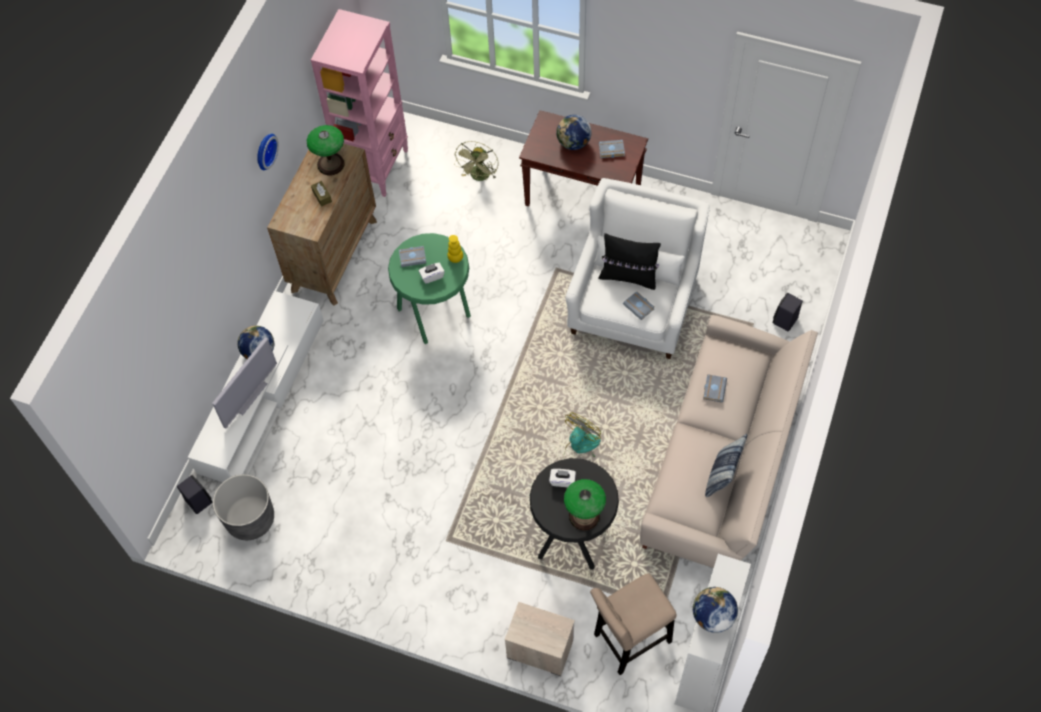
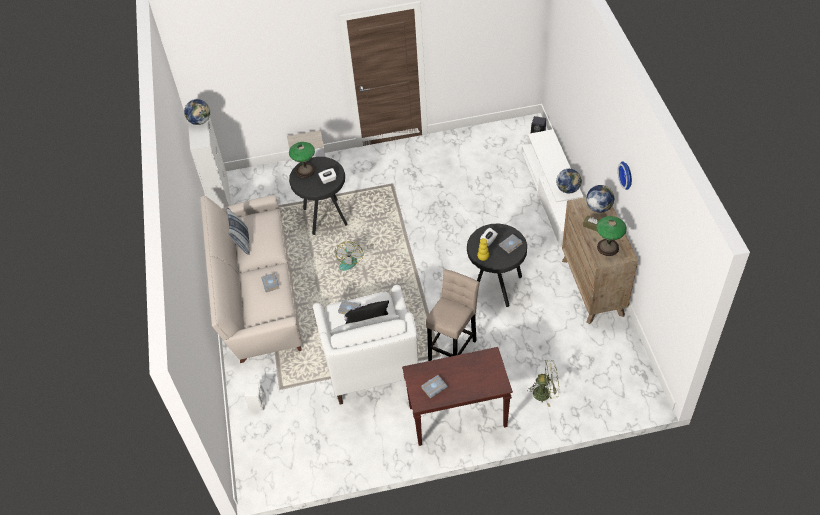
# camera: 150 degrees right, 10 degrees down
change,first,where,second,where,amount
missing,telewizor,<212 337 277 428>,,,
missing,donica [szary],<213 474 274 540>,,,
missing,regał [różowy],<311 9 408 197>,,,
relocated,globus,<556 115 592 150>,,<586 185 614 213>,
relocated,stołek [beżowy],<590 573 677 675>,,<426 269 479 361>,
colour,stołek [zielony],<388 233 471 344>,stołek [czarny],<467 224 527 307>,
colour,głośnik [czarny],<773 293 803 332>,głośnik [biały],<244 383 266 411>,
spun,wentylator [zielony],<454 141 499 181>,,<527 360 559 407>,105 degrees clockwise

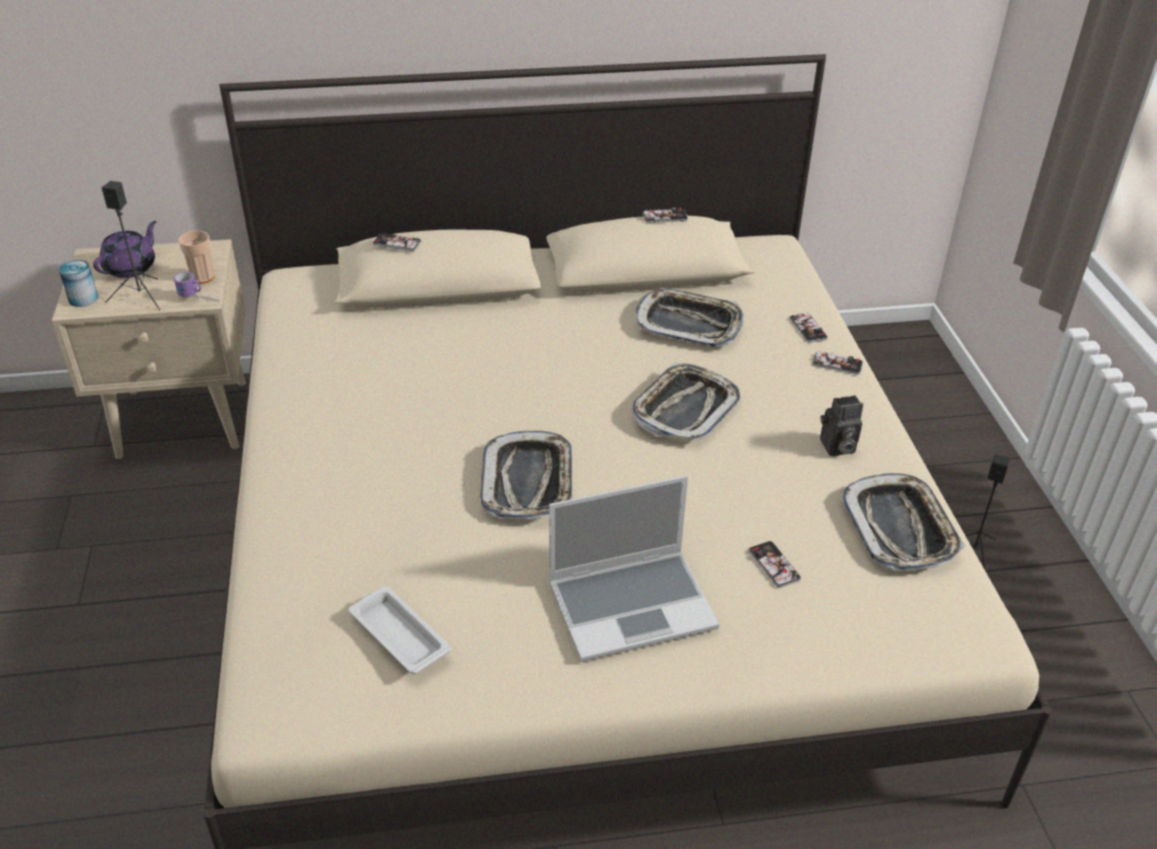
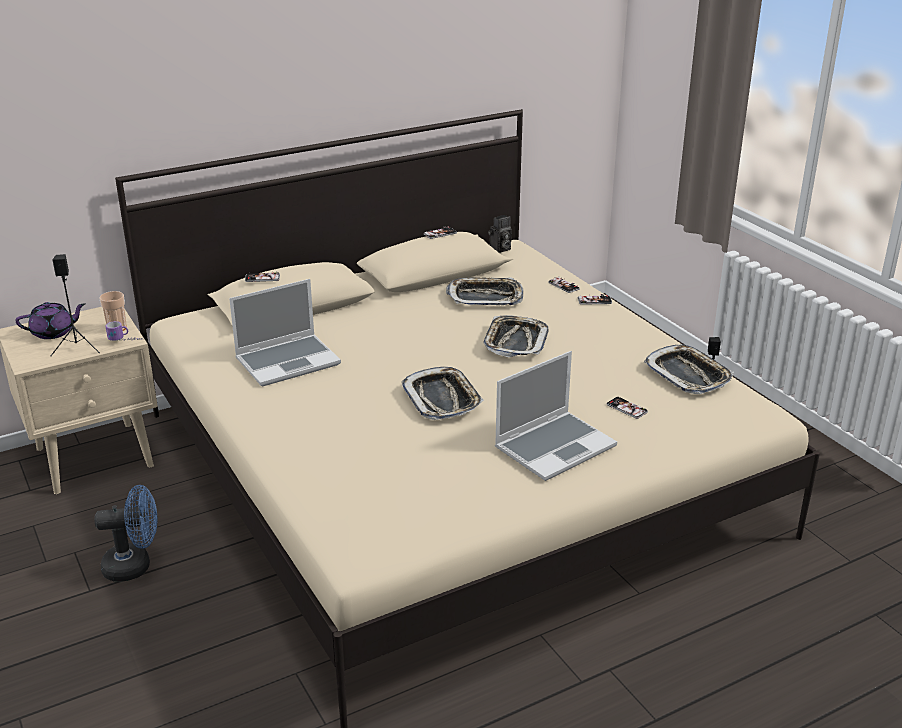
# camera: 20 degrees left, 10 degrees down
change,first,where,second,where,amount
missing,puszka,<59 260 98 307>,,,
missing,taca [biały],<349 586 451 674>,,,
appeared,,,wentylator [niebieski],<94 485 157 582>,
appeared,,,laptop,<229 279 341 386>,
relocated,aparat fotograficzny,<820 395 863 456>,,<488 215 512 253>,
spun,imbryk [fioletowy],<93 221 156 278>,,<15 302 85 339>,60 degrees clockwise

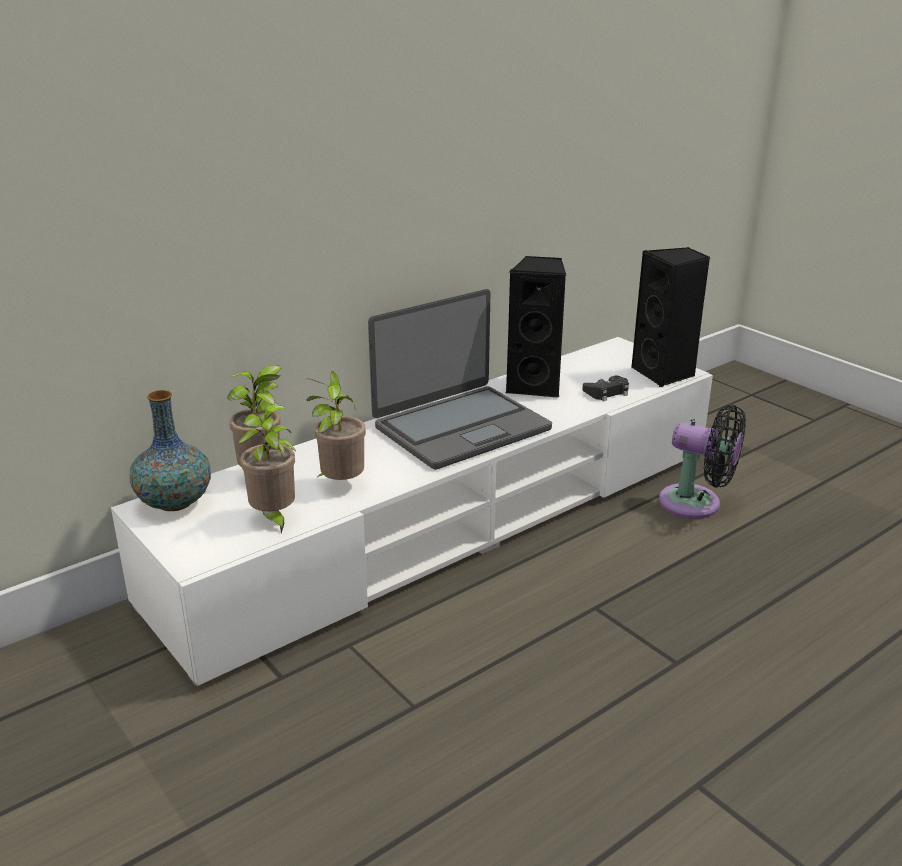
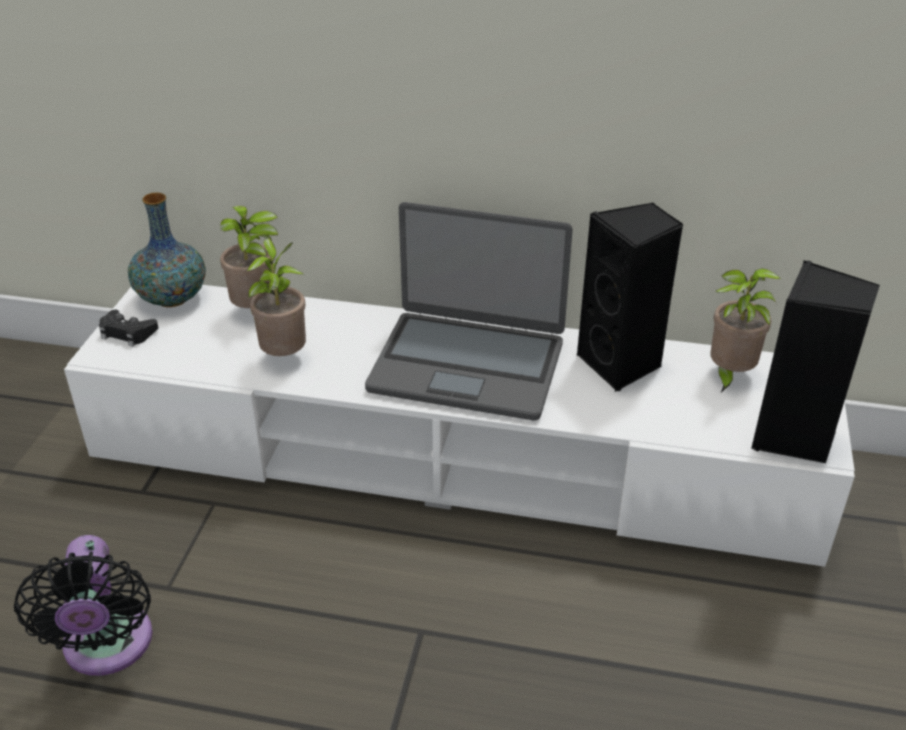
# camera: 50 degrees right, 10 degrees up
change,first,where,second,where,amount
relocated,roślina doniczkowa,<238 404 296 533>,,<710 268 781 394>,
relocated,pad do gier [czarny],<582 375 629 401>,,<99 310 158 347>,
relocated,wentylator [czarny],<659 405 746 519>,,<14 535 152 676>,

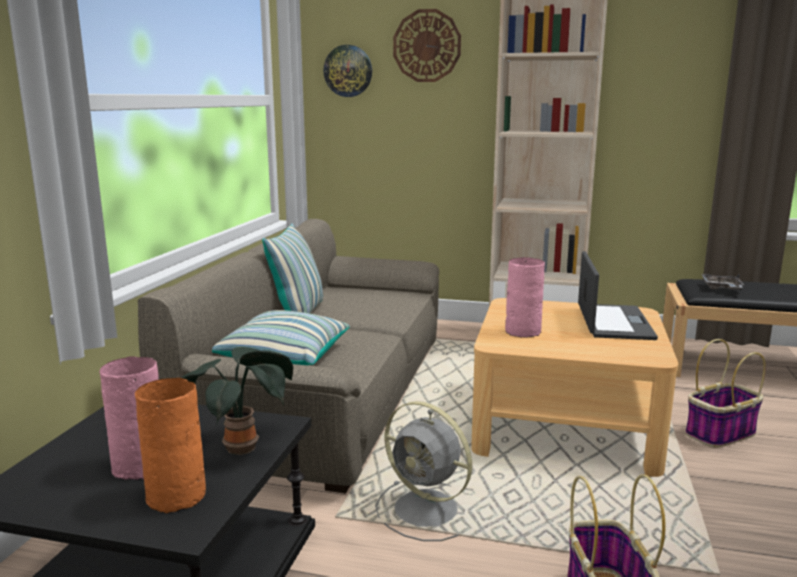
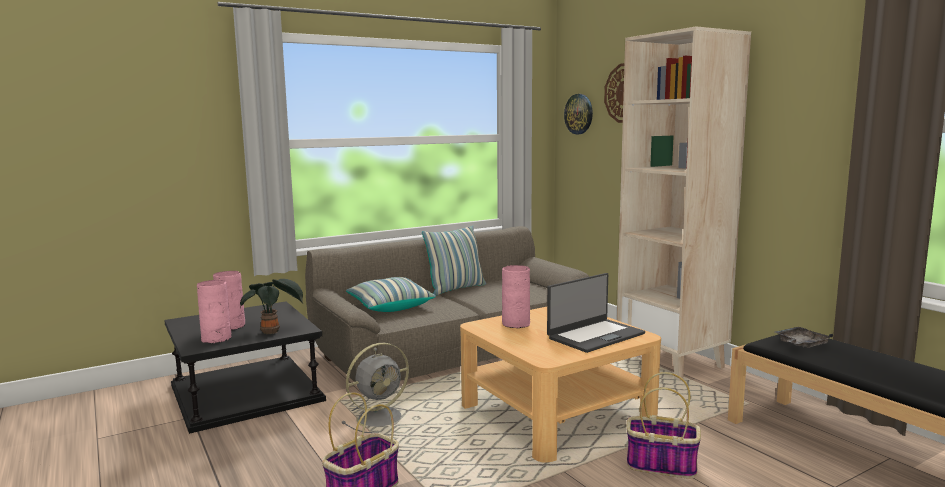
# camera: 45 degrees right, 5 degrees down
change,first,where,second,where,amount
colour,wazon [pomarańczowy],<135 378 206 513>,wazon [różowy],<197 280 231 344>,
spun,wentylator [szary],<375 401 472 541>,,<342 343 409 433>,120 degrees counterclockwise

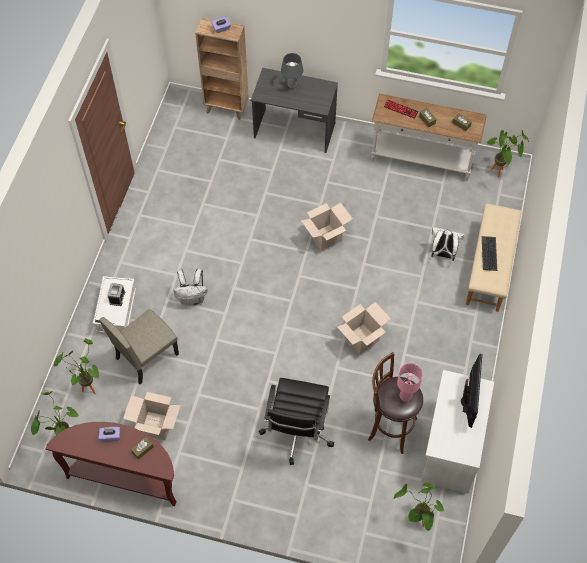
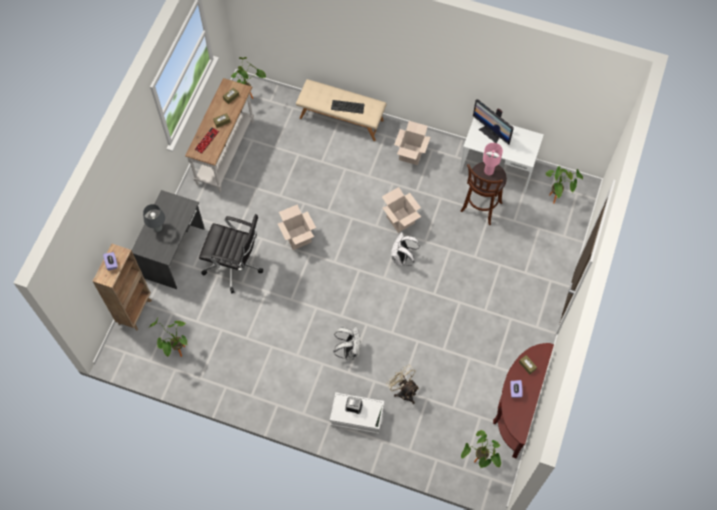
# camera: 85 degrees left, 5 degrees up
change,first,where,second,where,amount
relocated,roślina doniczkowa,<54 338 99 394>,,<149 318 187 357>,
relocated,karton,<123 392 181 441>,,<394 121 431 165>,
relocated,krzesło biurowe [czarny],<259 378 334 465>,,<199 214 263 294>,
relocated,plecak [biały],<431 227 464 261>,,<391 232 420 266>,
exchanged,krzesło [beżowy],<99 309 179 384>,wentylator [beżowy],<386 365 419 404>,
spun,monitor,<461 354 483 428>,,<473 99 514 145>,150 degrees counterclockwise

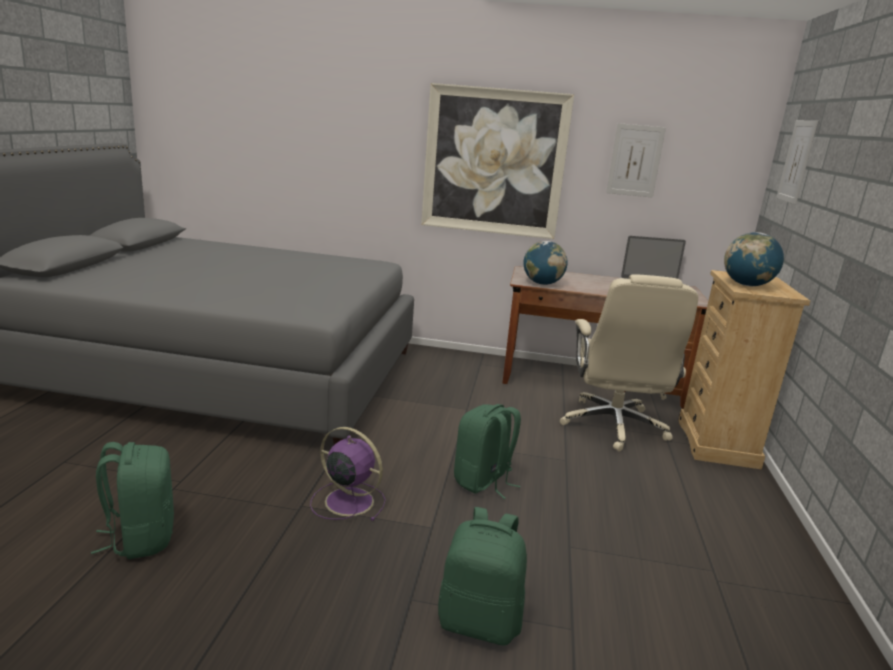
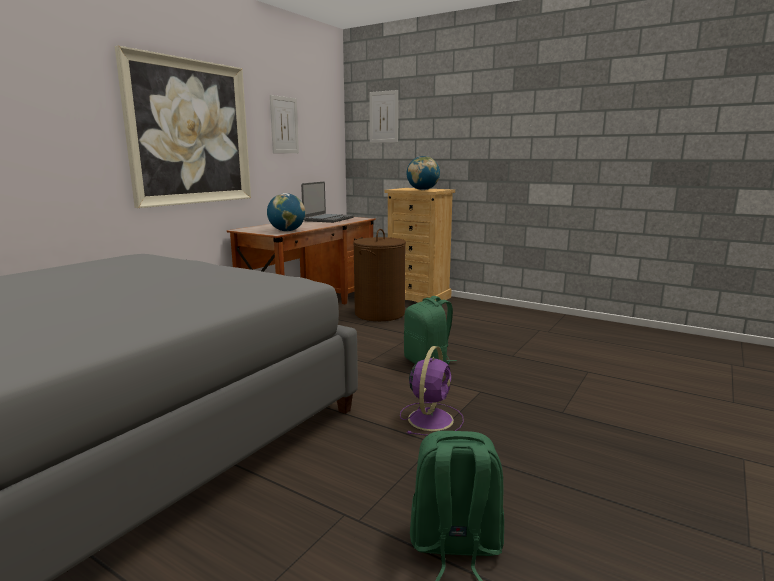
# camera: 65 degrees left, 5 degrees down
change,first,where,second,where,amount
missing,plecak [zielony],<438 507 527 646>,,,
exchanged,krzesło biurowe [beżowy],<560 274 698 451>,kosz na pranie [brązowy],<353 229 406 321>,
spun,wentylator [fioletowy],<310 427 386 521>,,<400 346 464 436>,150 degrees clockwise

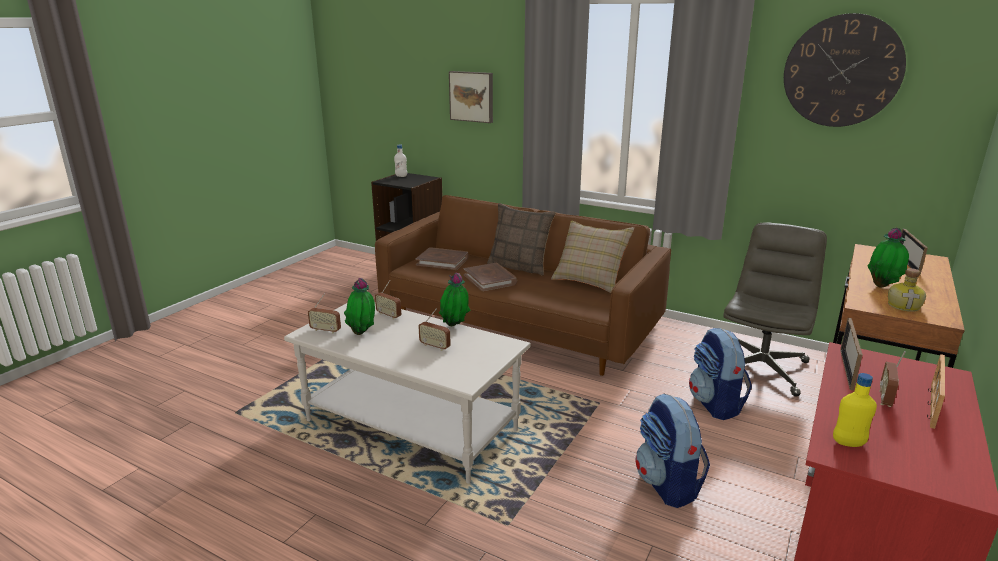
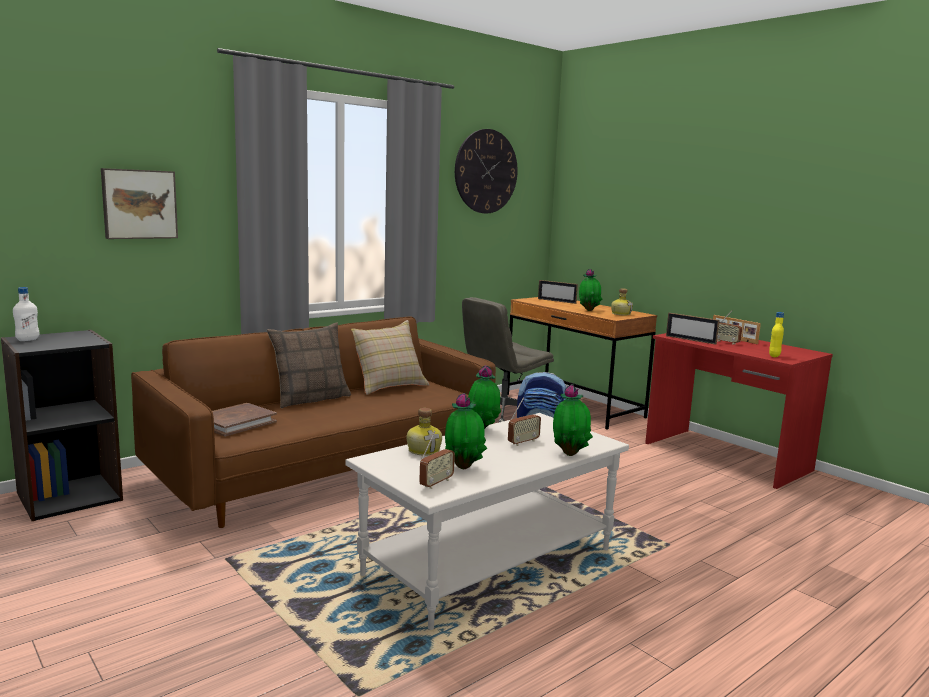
# camera: 70 degrees left, 10 degrees down
change,first,where,second,where,amount
missing,książka [brązowy],<463 263 518 291>,,,
missing,plecak,<635 394 710 508>,,,
appeared,,,roślina doniczkowa,<553 384 593 456>,
exchanged,radio,<375 280 401 319>,butelka,<407 408 442 455>,
spun,krzesło biurowe [szary],<723 222 827 397>,,<462 297 554 423>,90 degrees counterclockwise

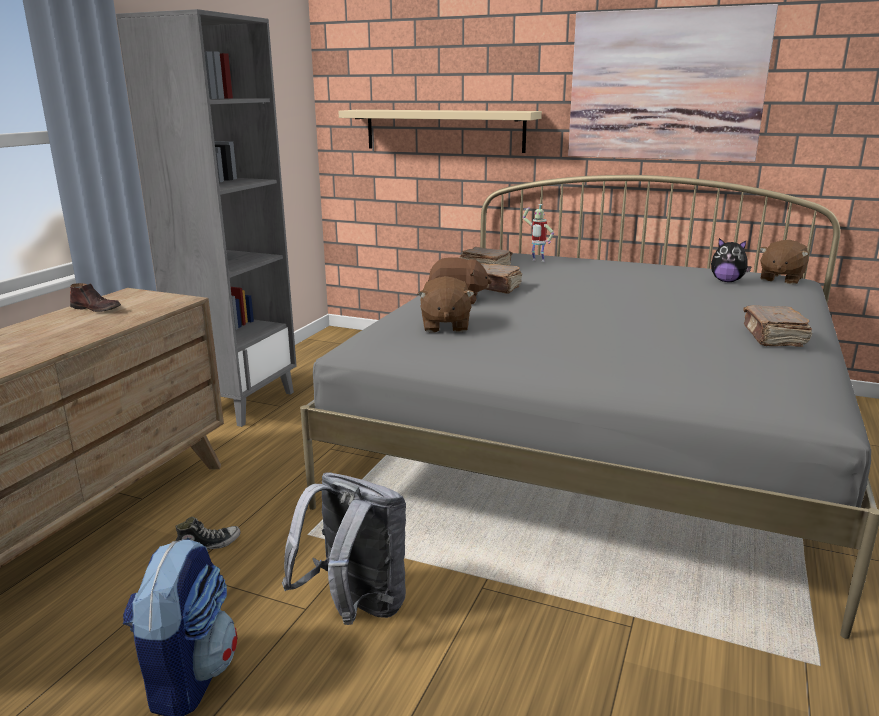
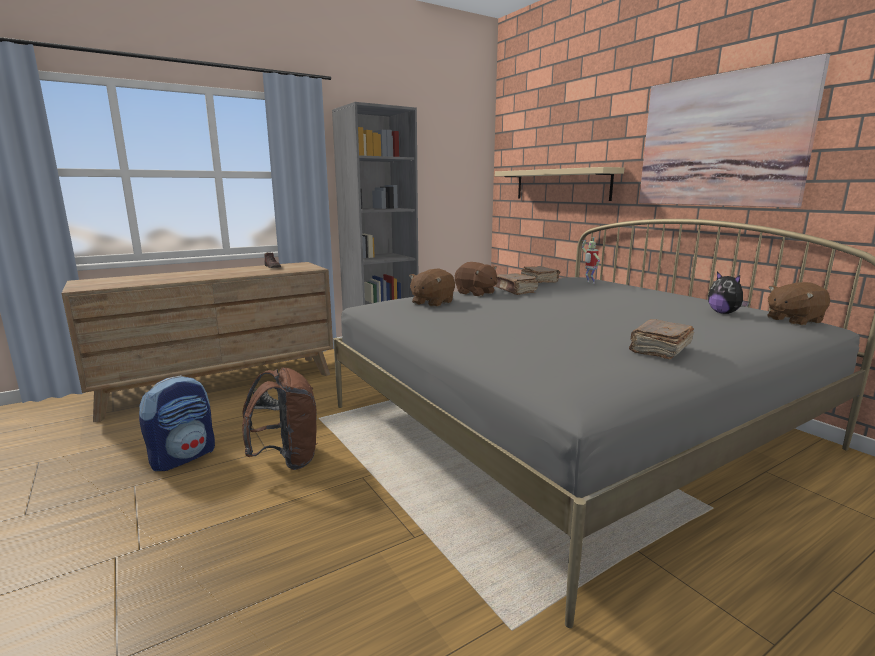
# camera: 35 degrees right, 5 degrees down
change,first,where,second,where,amount
colour,plecak [szary],<282 472 406 625>,plecak [brązowy],<242 367 317 470>,

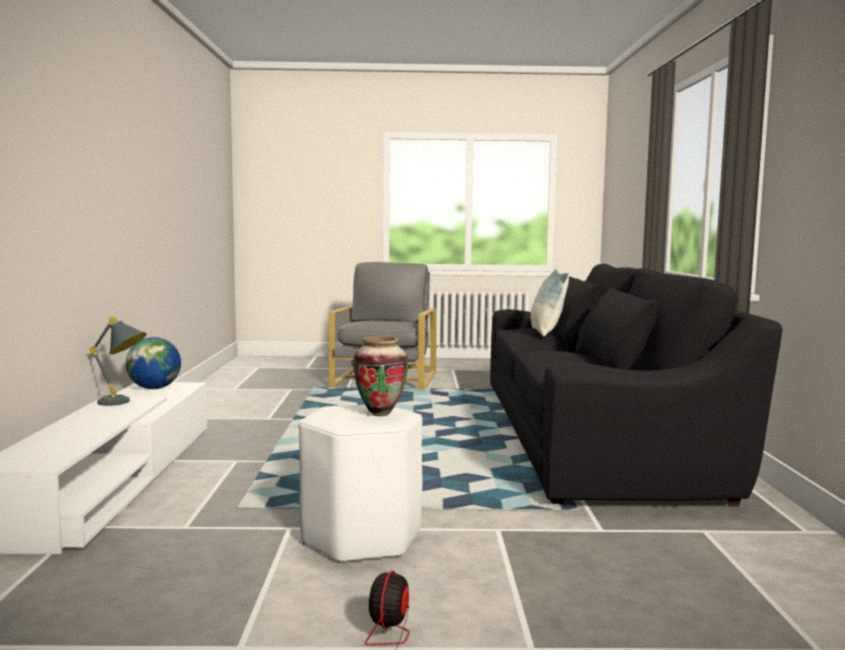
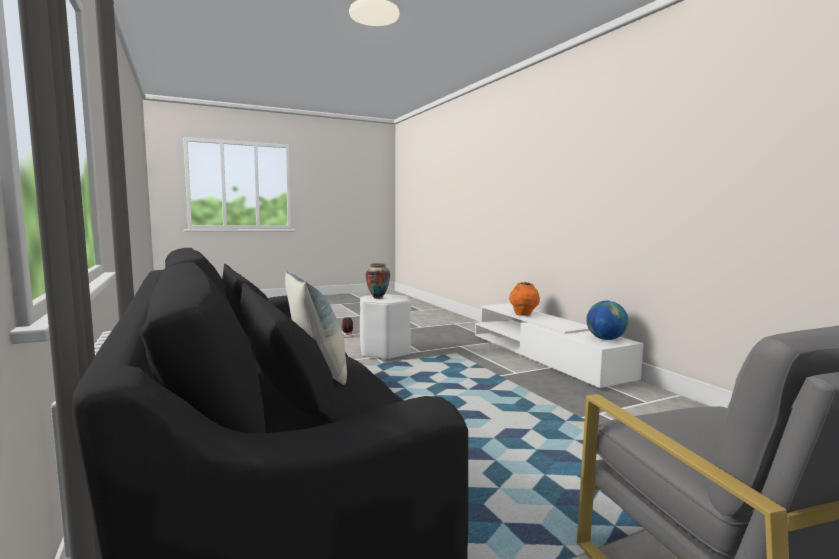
# camera: 155 degrees right, 0 degrees up
change,first,where,second,where,amount
missing,lampa stołowa [szary],<89 316 147 406>,,,
appeared,,,wazon [pomarańczowy],<509 282 540 316>,

